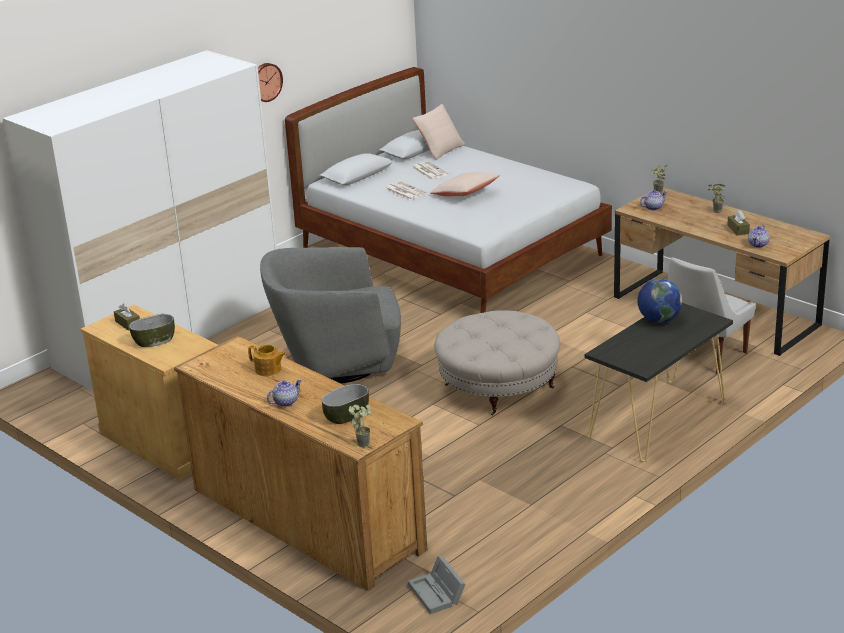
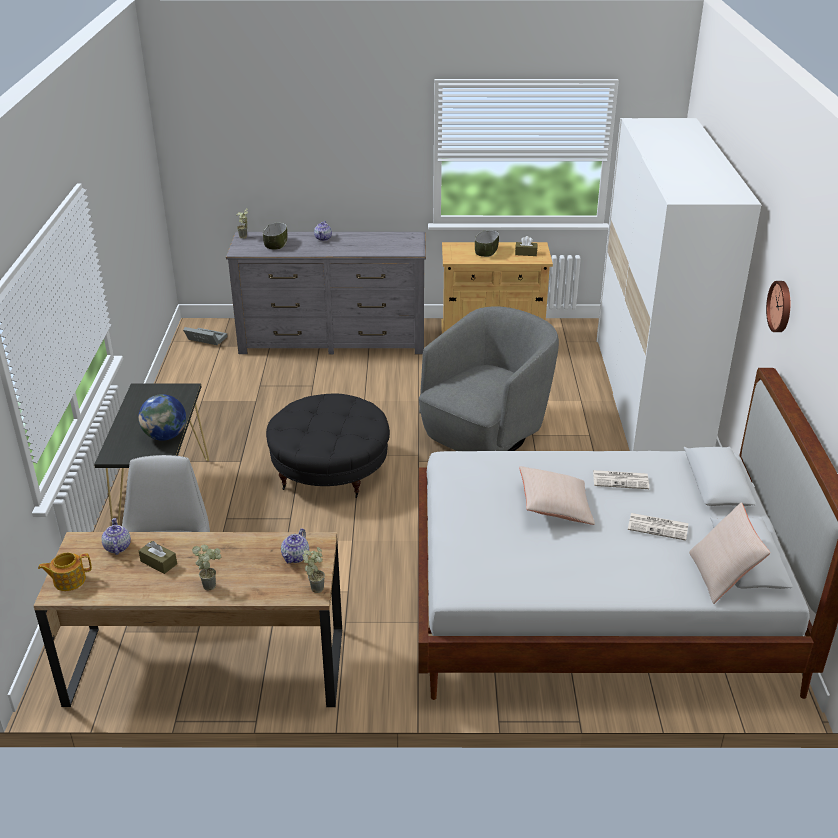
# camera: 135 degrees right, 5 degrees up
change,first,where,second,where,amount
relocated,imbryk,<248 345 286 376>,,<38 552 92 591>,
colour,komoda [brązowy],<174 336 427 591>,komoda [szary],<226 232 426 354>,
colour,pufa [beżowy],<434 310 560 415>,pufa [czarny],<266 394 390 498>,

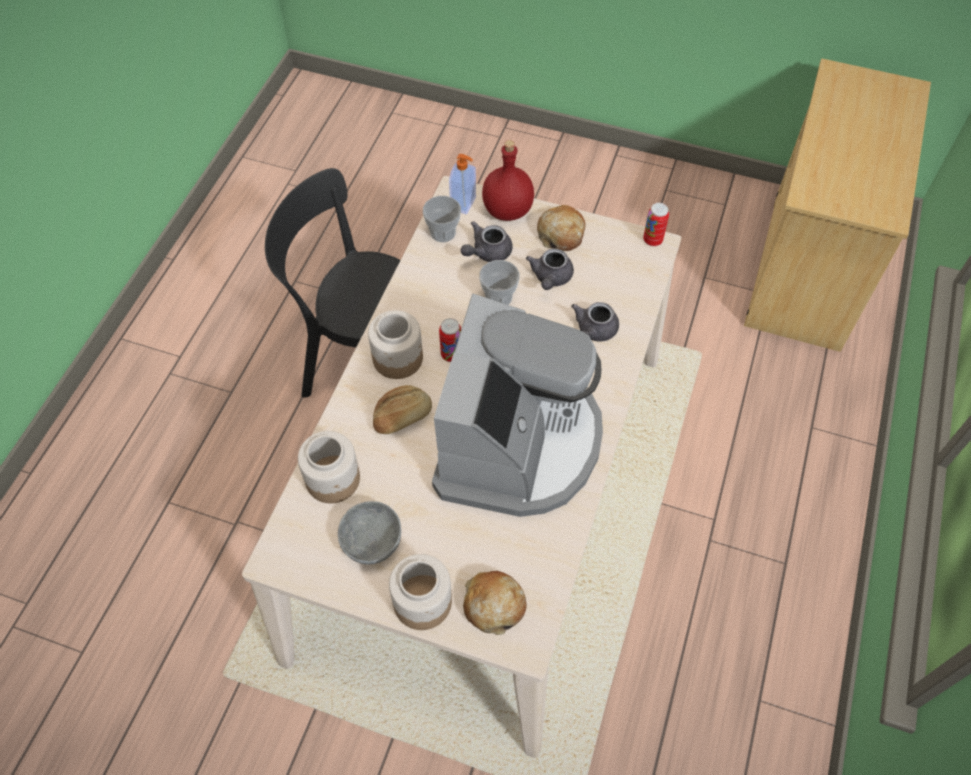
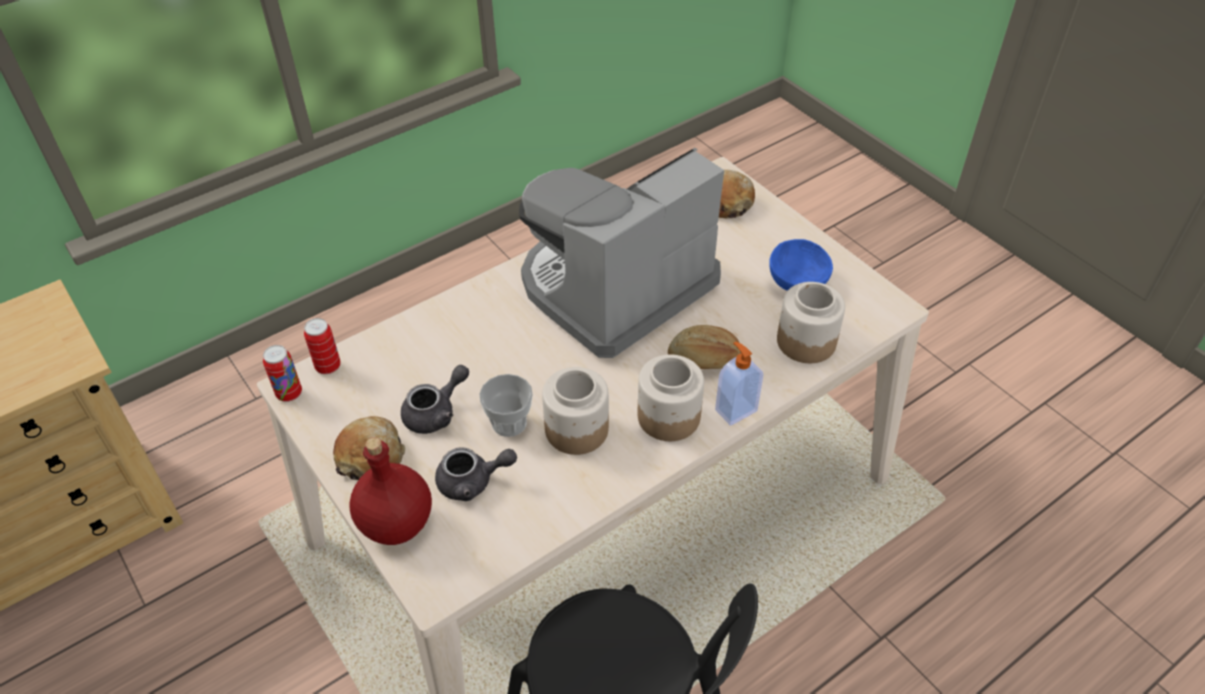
# camera: 145 degrees left, 10 degrees down
change,first,where,second,where,amount
missing,filiżanka,<423 196 461 242>,,,
missing,imbryk [szary],<571 302 619 342>,,,
relocated,słoik,<389 554 452 630>,,<542 367 609 455>,
relocated,puszka,<439 318 461 362>,,<304 318 341 374>,
relocated,dozownik mydła,<449 154 476 214>,,<715 342 763 426>,
colour,miska [szary],<338 501 401 565>,miska [niebieski],<769 239 833 291>,

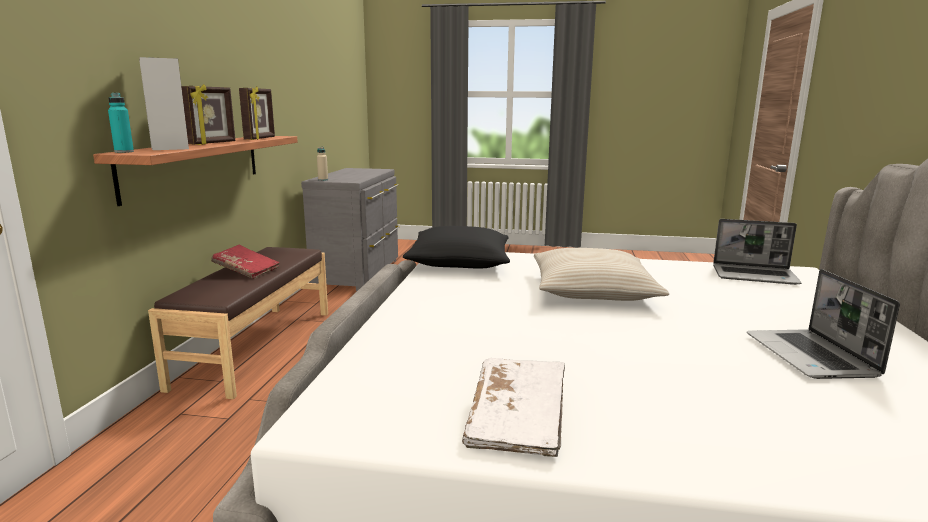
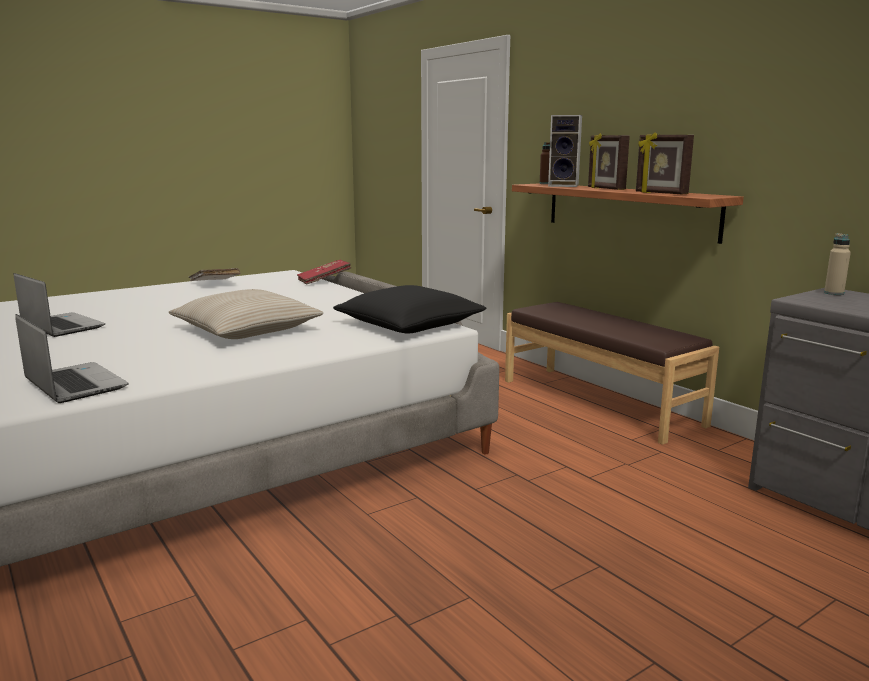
# camera: 135 degrees right, 0 degrees up
change,first,where,second,where,amount
relocated,książka [czerwony],<211 245 280 279>,,<297 260 351 284>,
colour,butelka [turkusowy],<108 93 134 153>,butelka [brązowy],<540 142 550 184>,
spun,laptop,<713 219 802 285>,,<15 314 129 403>,75 degrees clockwise

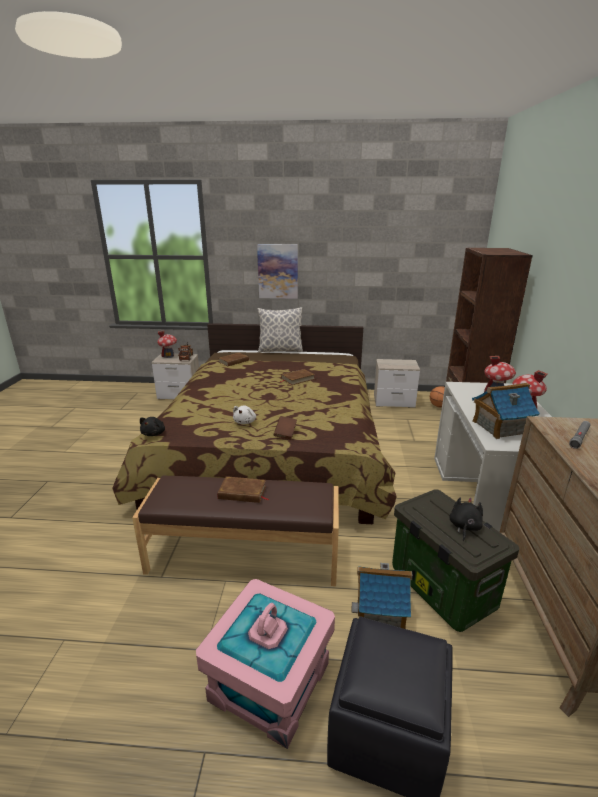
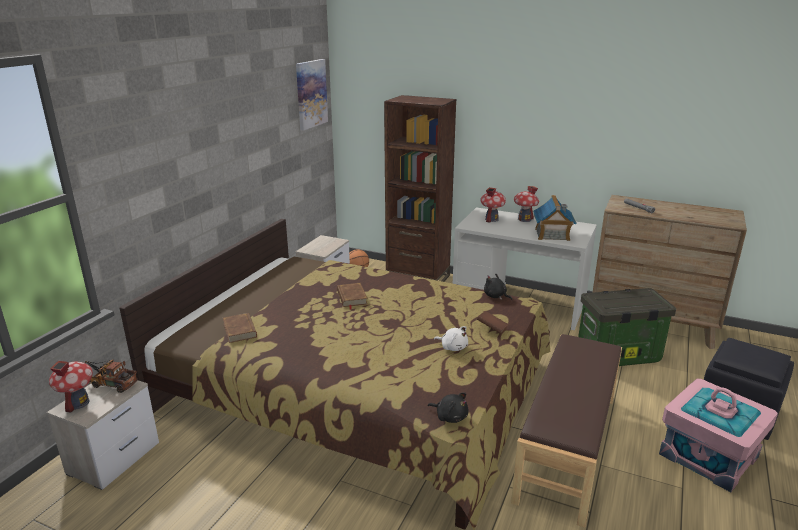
# camera: 70 degrees left, 0 degrees up
change,first,where,second,where,amount
missing,książka [brązowy],<217 476 269 503>,,,
missing,poduszka,<257 307 303 353>,,,
missing,domek,<352 563 413 629>,,,
relocated,obraz,<257 244 298 299>,,<296 59 328 131>,
relocated,pluszak [czarny],<449 497 483 541>,,<484 274 512 300>,

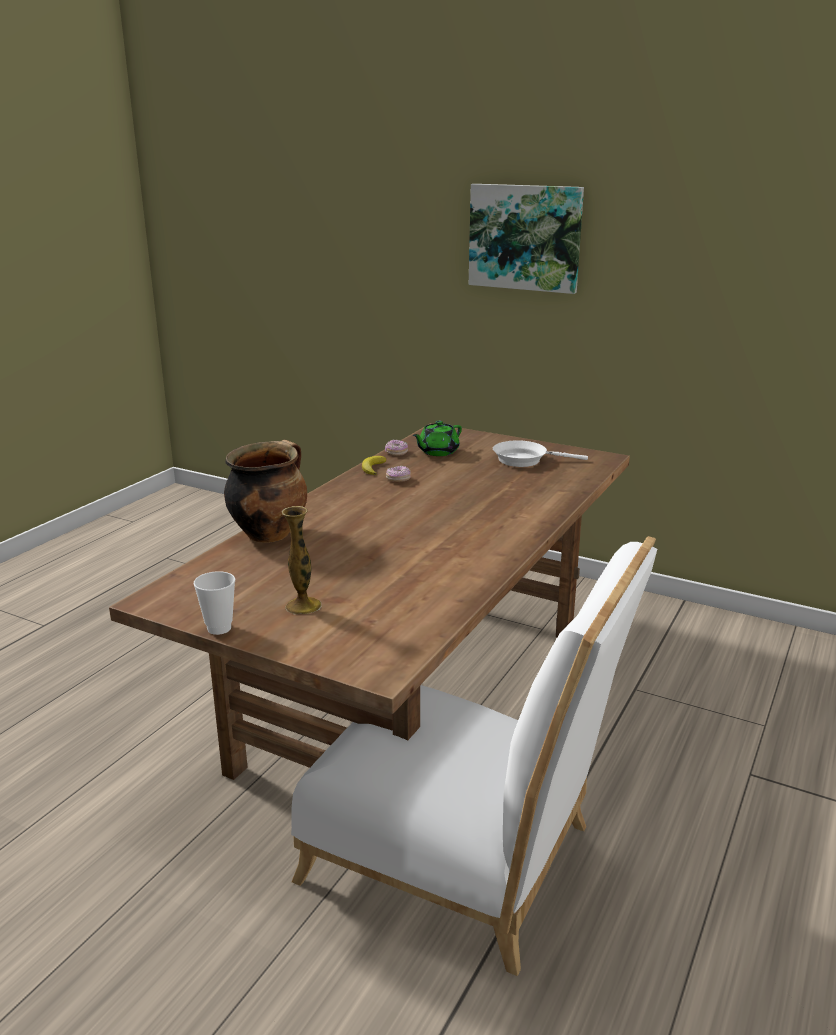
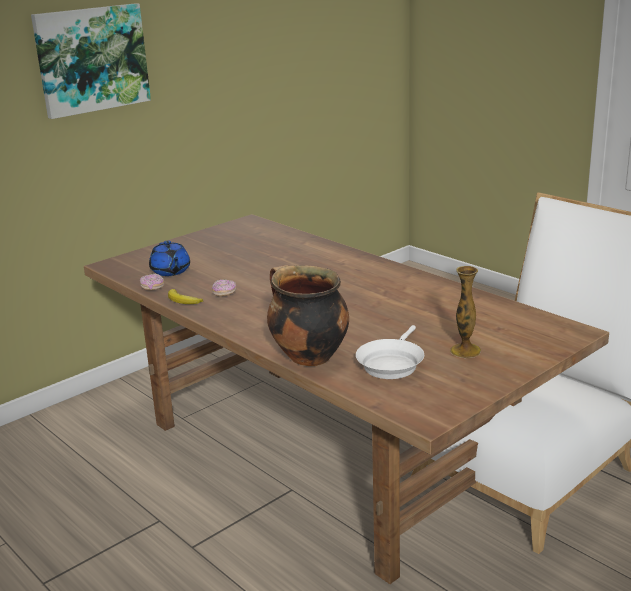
# camera: 70 degrees left, 0 degrees up
change,first,where,second,where,amount
missing,filiżanka,<194 571 235 635>,,,
relocated,patelnia [biały],<493 440 588 467>,,<356 325 424 379>,
colour,imbryk [zielony],<413 421 462 456>,imbryk [niebieski],<149 241 190 276>,

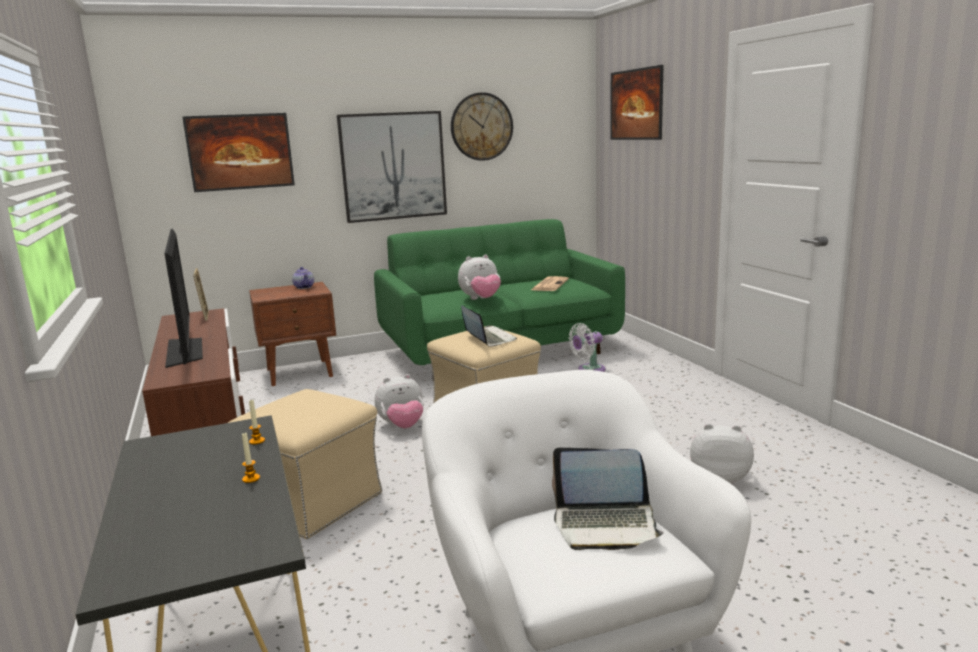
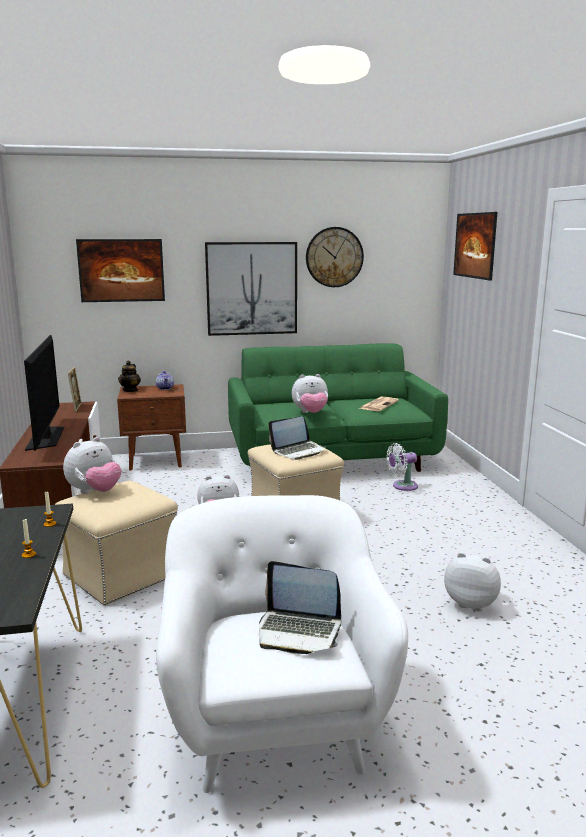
# camera: 10 degrees right, 0 degrees up
change,first,where,second,where,amount
appeared,,,pluszak,<63 437 121 494>,
appeared,,,imbryk,<118 361 141 392>,
spun,laptop,<461 305 517 347>,,<268 416 326 460>,75 degrees clockwise

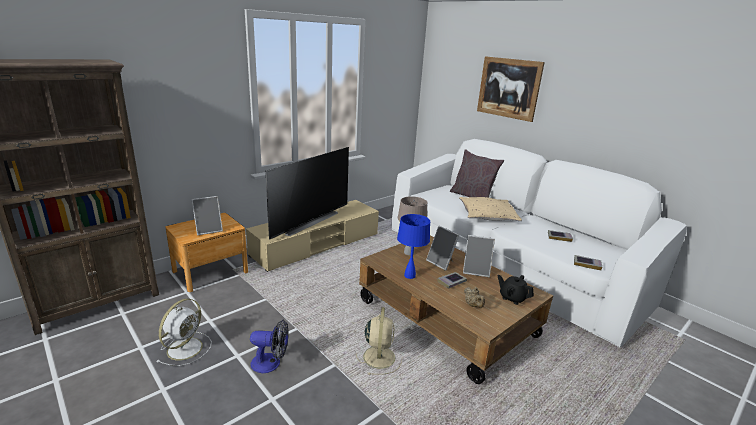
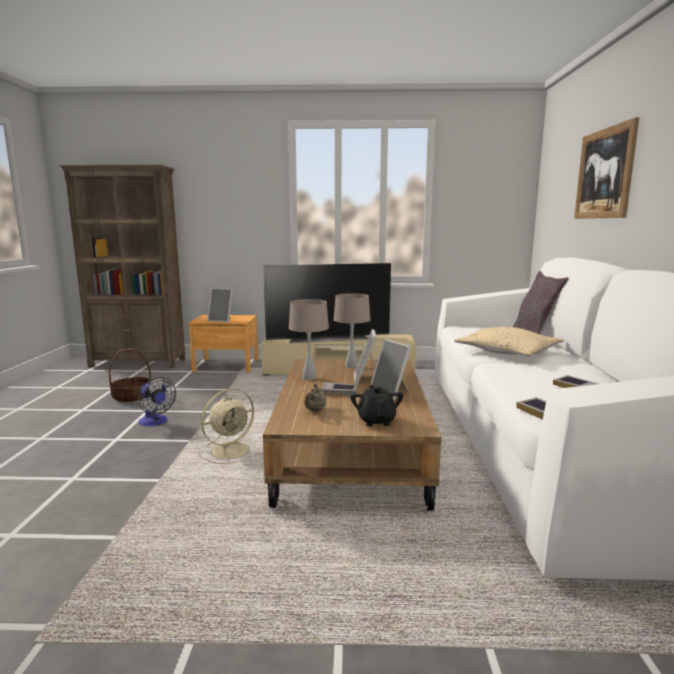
# camera: 45 degrees right, 10 degrees down
change,first,where,second,where,amount
exchanged,wentylator [biały],<157 299 212 366>,koszyk,<109 348 151 402>,
colour,lampa stołowa [niebieski],<397 214 430 279>,lampa stołowa [beżowy],<289 299 329 380>,

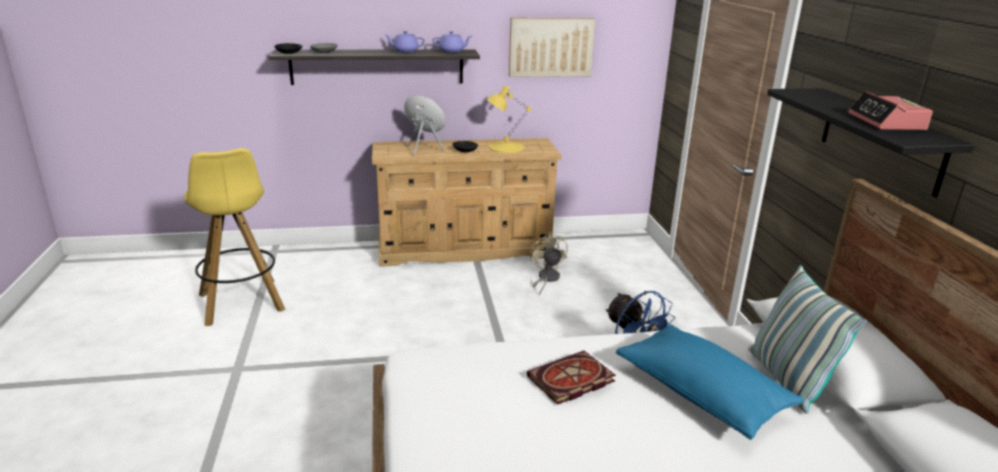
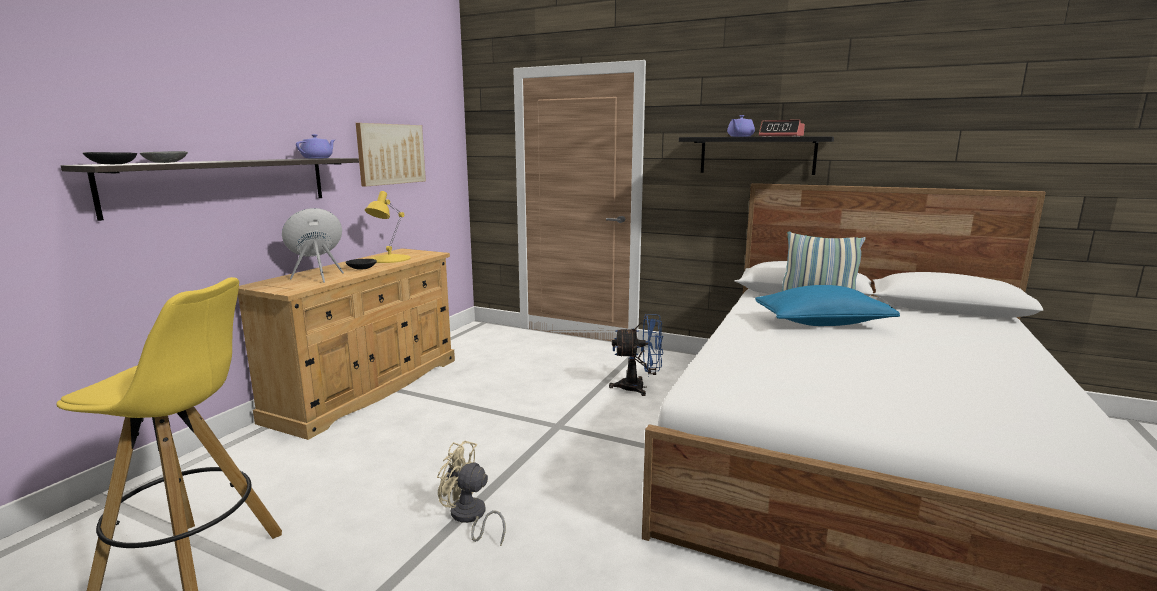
# camera: 55 degrees left, 10 degrees down
change,first,where,second,where,amount
missing,książka,<527 351 616 405>,,,
relocated,imbryk [fioletowy],<385 31 425 53>,,<727 115 755 137>,
relocated,wentylator [beżowy],<530 232 568 295>,,<437 441 506 546>,

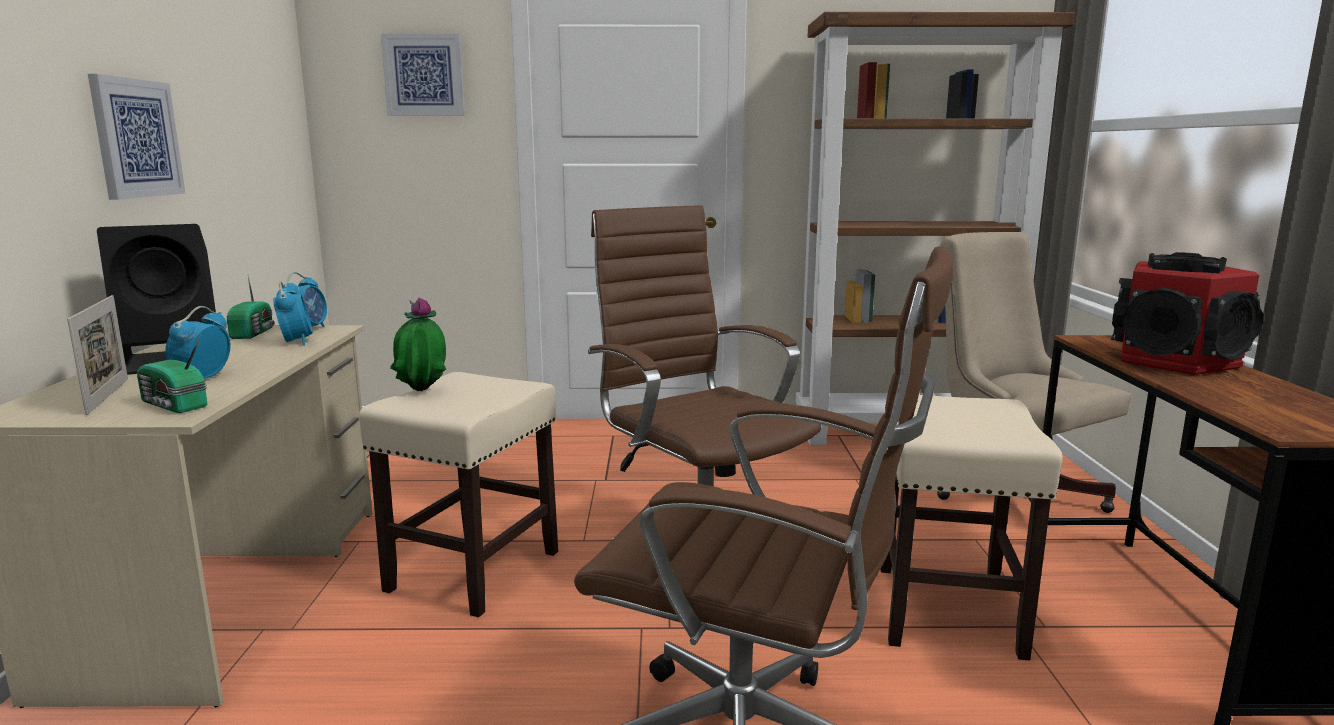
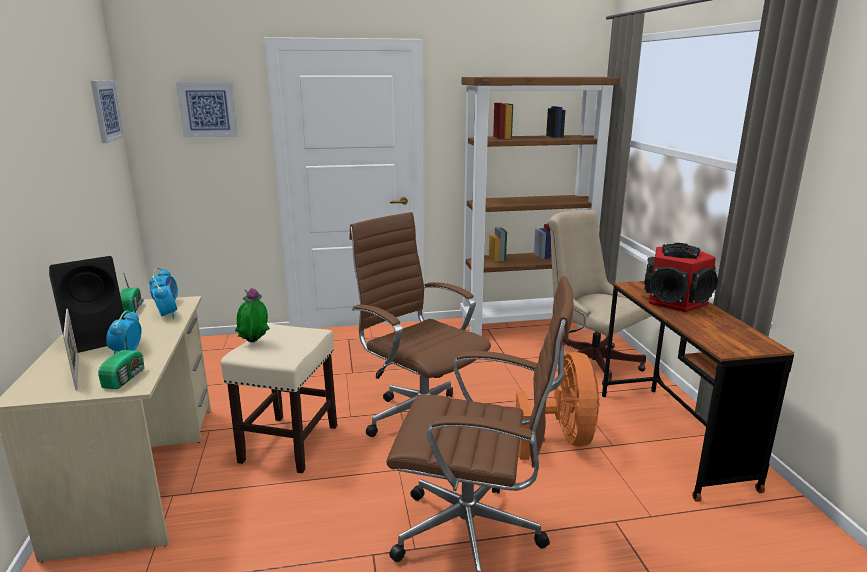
# camera: 10 degrees left, 5 degrees up
change,first,where,second,where,amount
relocated,obraz,<88 74 185 200>,,<91 80 125 143>,
exchanged,stołek [beżowy],<880 395 1063 660>,wentylator [pomarańczowy],<516 352 600 460>,
spun,radio,<137 333 207 413>,,<98 326 144 389>,105 degrees counterclockwise

